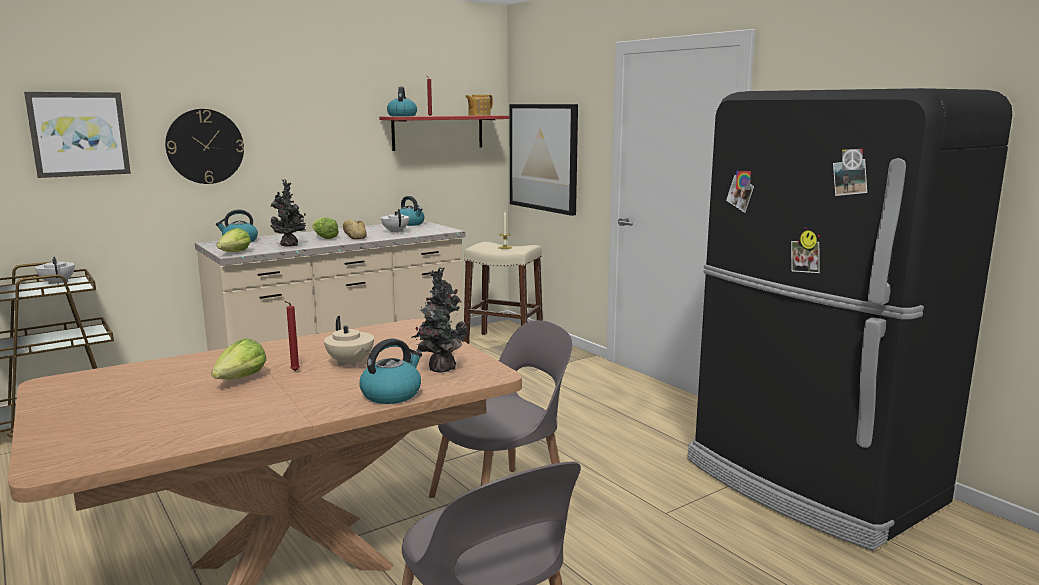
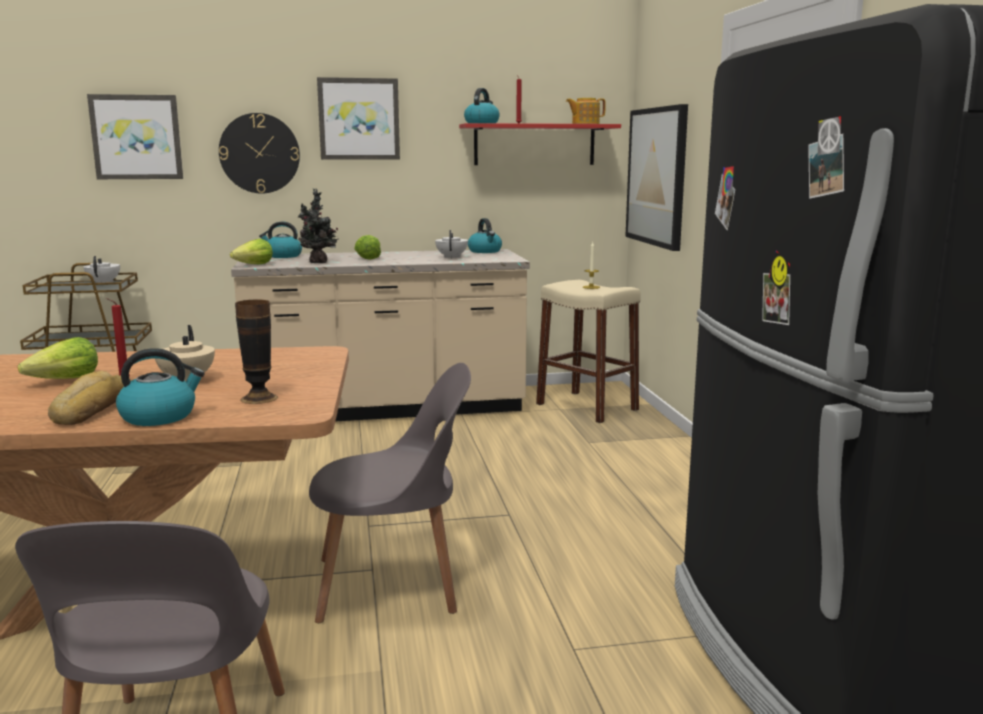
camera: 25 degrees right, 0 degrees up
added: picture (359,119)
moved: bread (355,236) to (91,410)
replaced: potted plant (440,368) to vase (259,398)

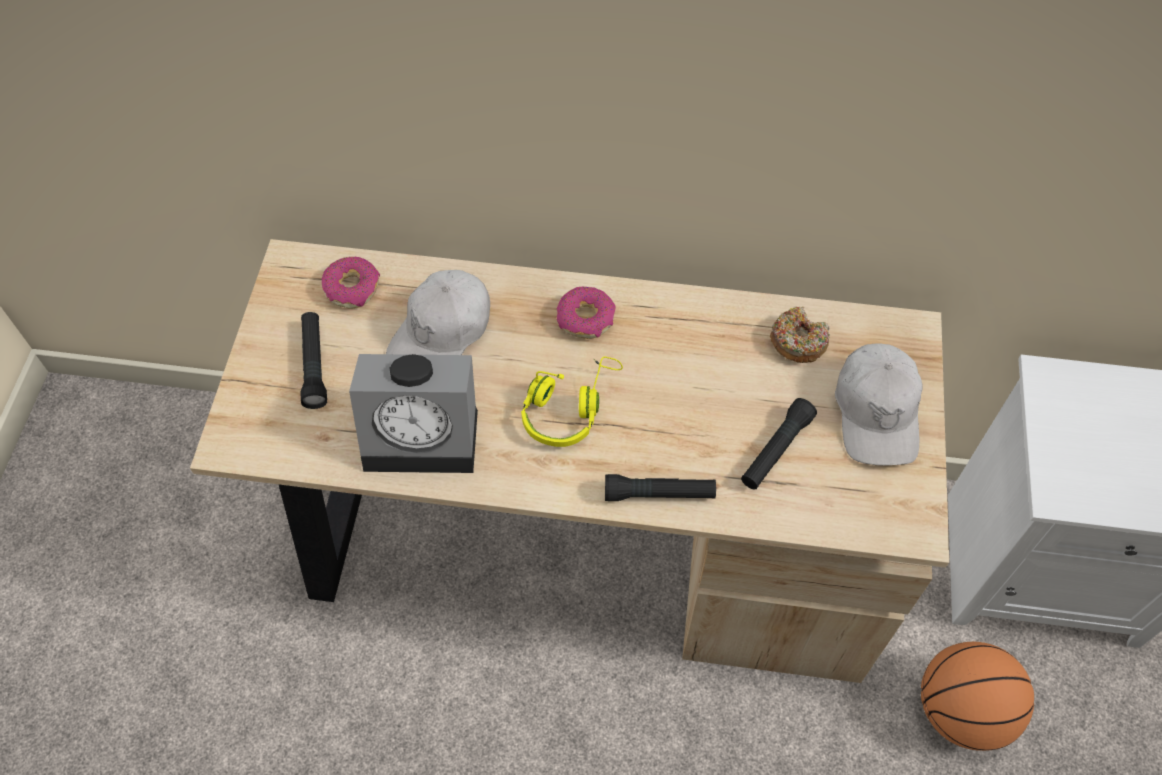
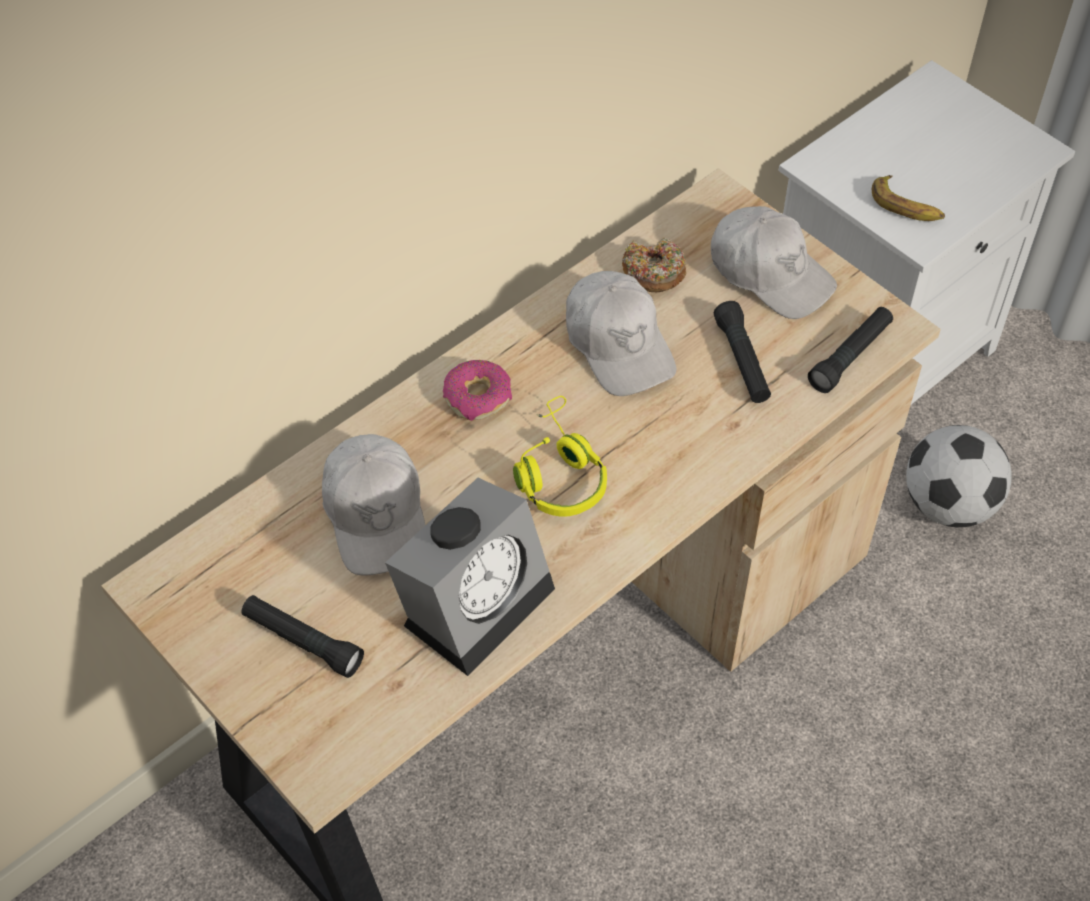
camera: 50 degrees left, 5 degrees down
removed: donut (352,288)
added: banana (906,206); cap (white) (618,344)
moved: flashlight (black) (659,494) to (850,356)
replaced: basketball (961,710) to football (948,505)

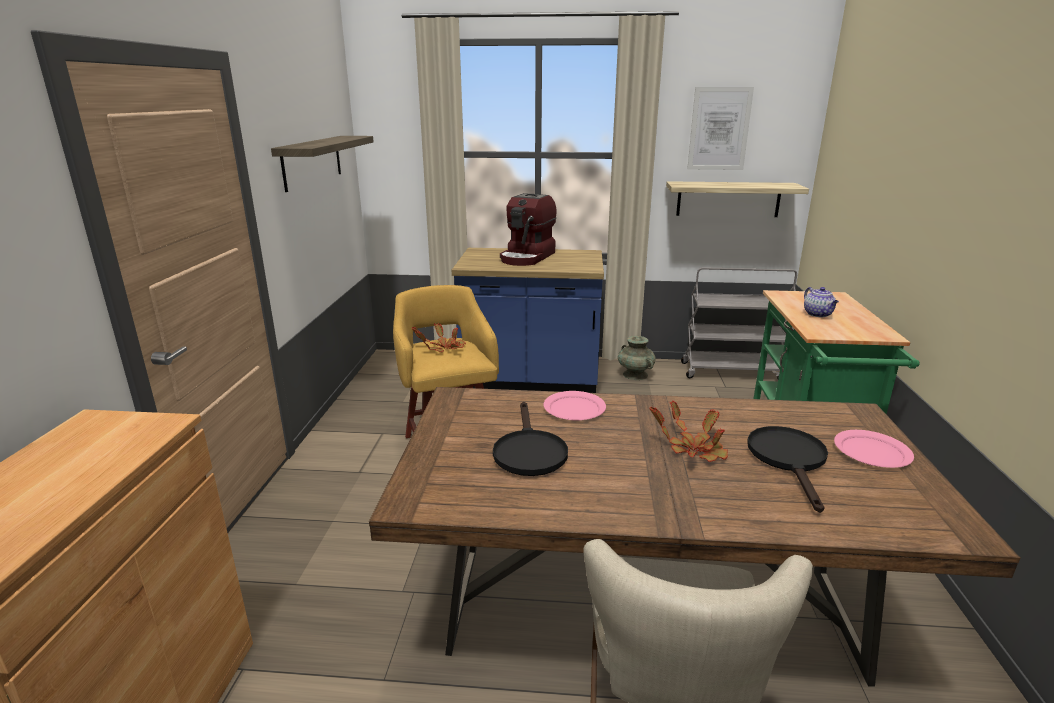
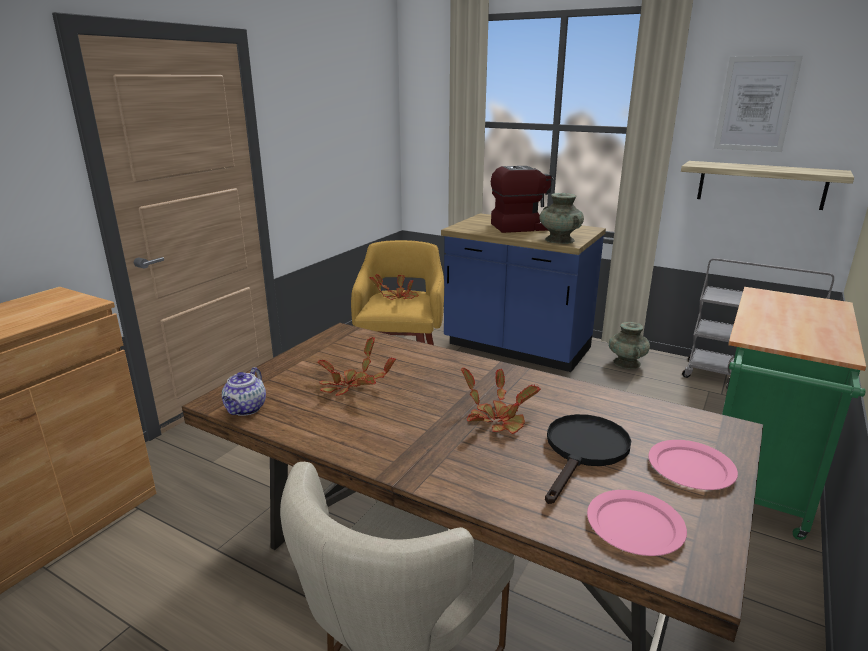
camera: 25 degrees right, 0 degrees up
removed: shelf (312,161)
added: vase (turquoise) (559,240)
moved: teapot (818,314) to (246,409); plate (pink) (574,409) to (635,526)
replaced: frying pan (black) (528,451) to potted plant (351,386)
turned: coffee machine (528,257) = (523,227) 150 degrees counterclockwise

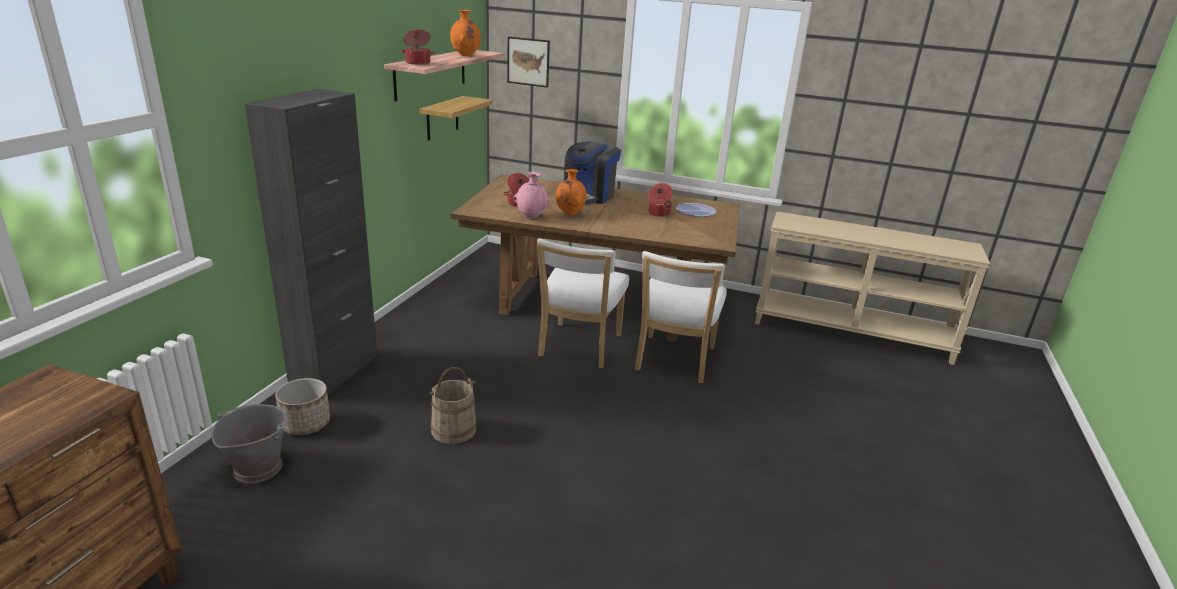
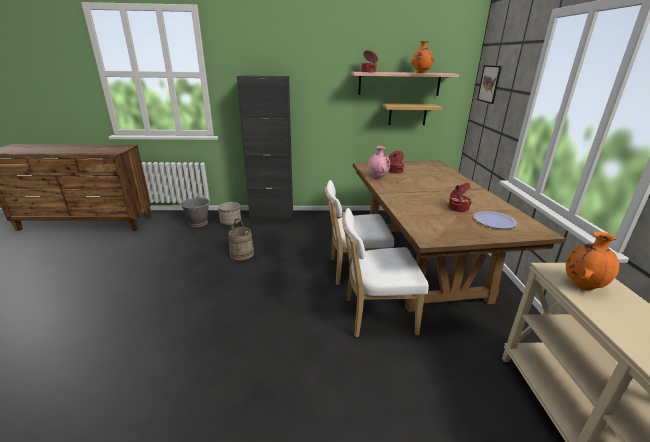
camera: 70 degrees right, 0 degrees up
removed: coffee machine (588,196)
moved: vase (orange) (570,213) to (582,286)

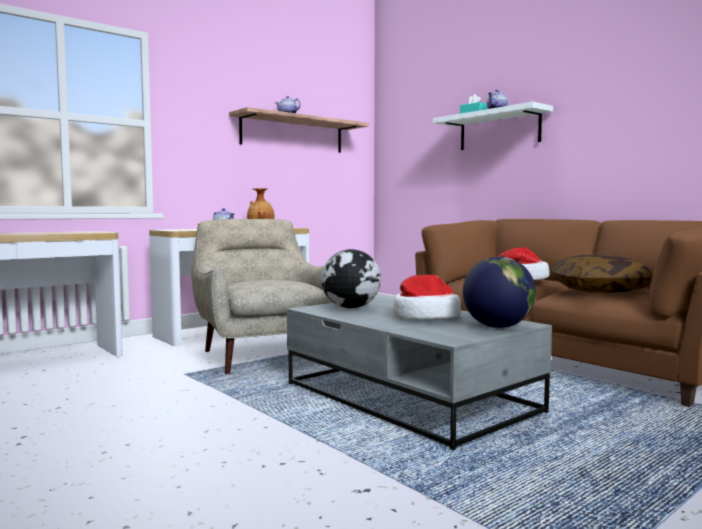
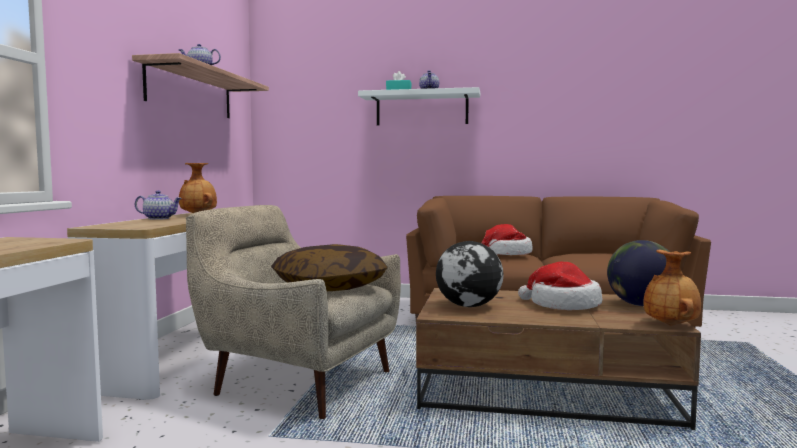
camera: 40 degrees left, 0 degrees up
added: vase (brown) (671,325)
moved: pillow (599,290) to (329,286)
recoloured: coffee table (grey) (410,398) to coffee table (brown) (545,389)

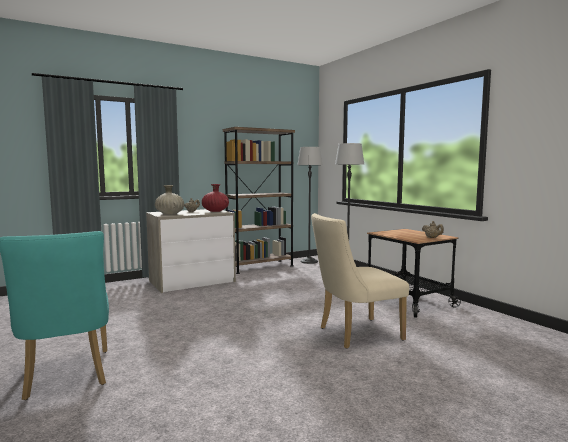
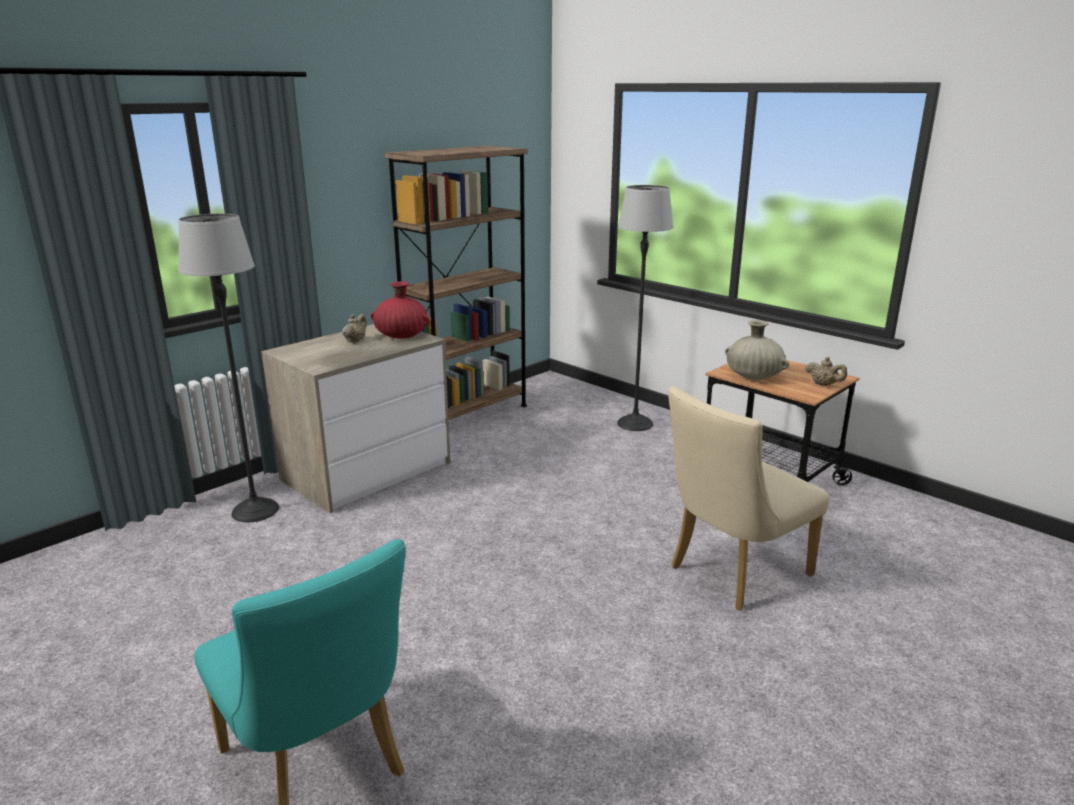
camera: 15 degrees left, 15 degrees up
moved: floor lamp (309,261) to (255,510); vase (beige) (170,214) to (753,377)

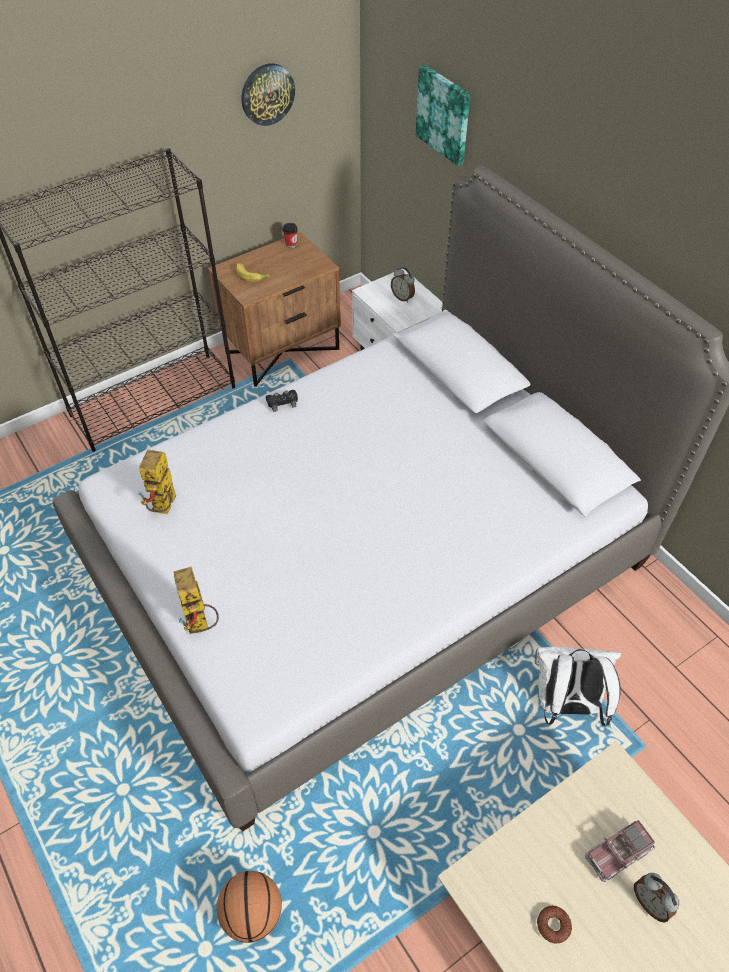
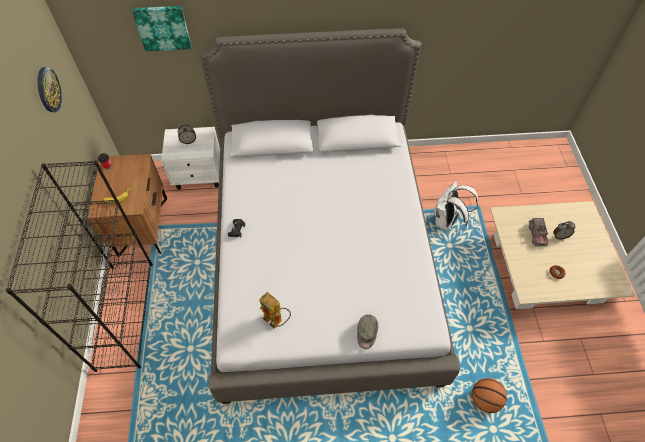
camera: 60 degrees left, 5 degrees up
replaced: toy robot (201,625) to cap (grey) (366,334)

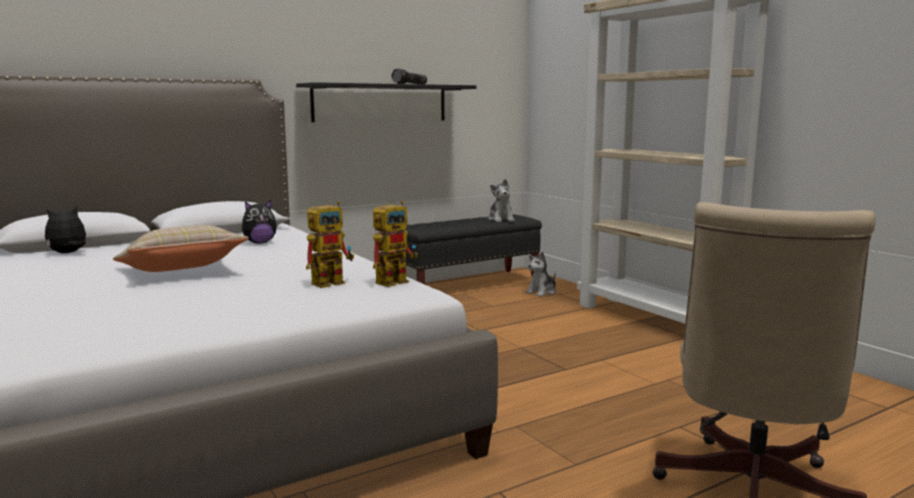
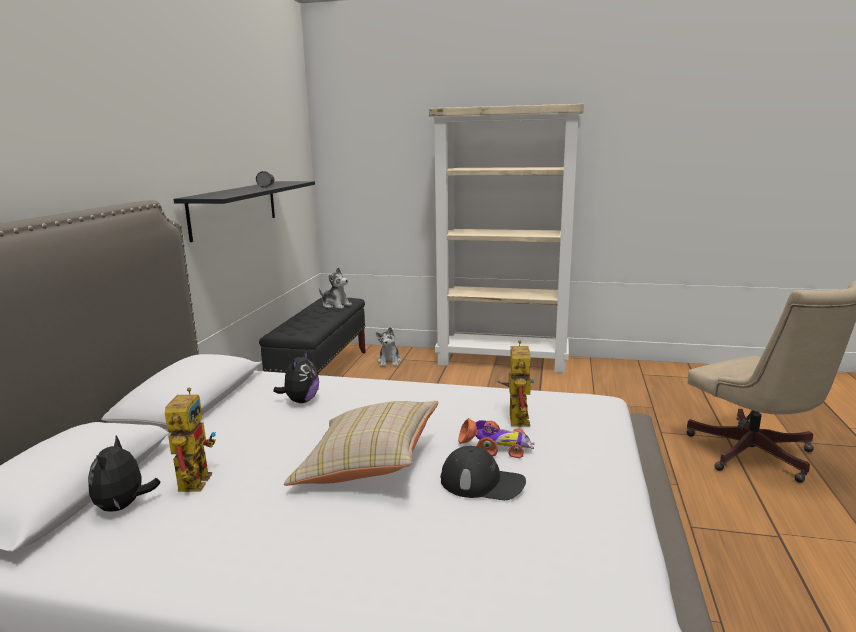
camera: 45 degrees left, 5 degrees up
added: toy car (495,447); cap (black) (482,482)
moved: toy robot (395,280) to (194,477)

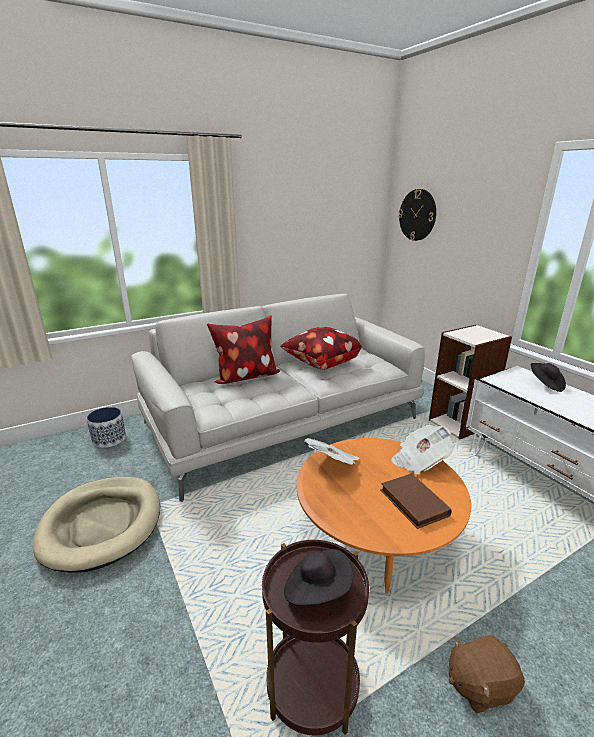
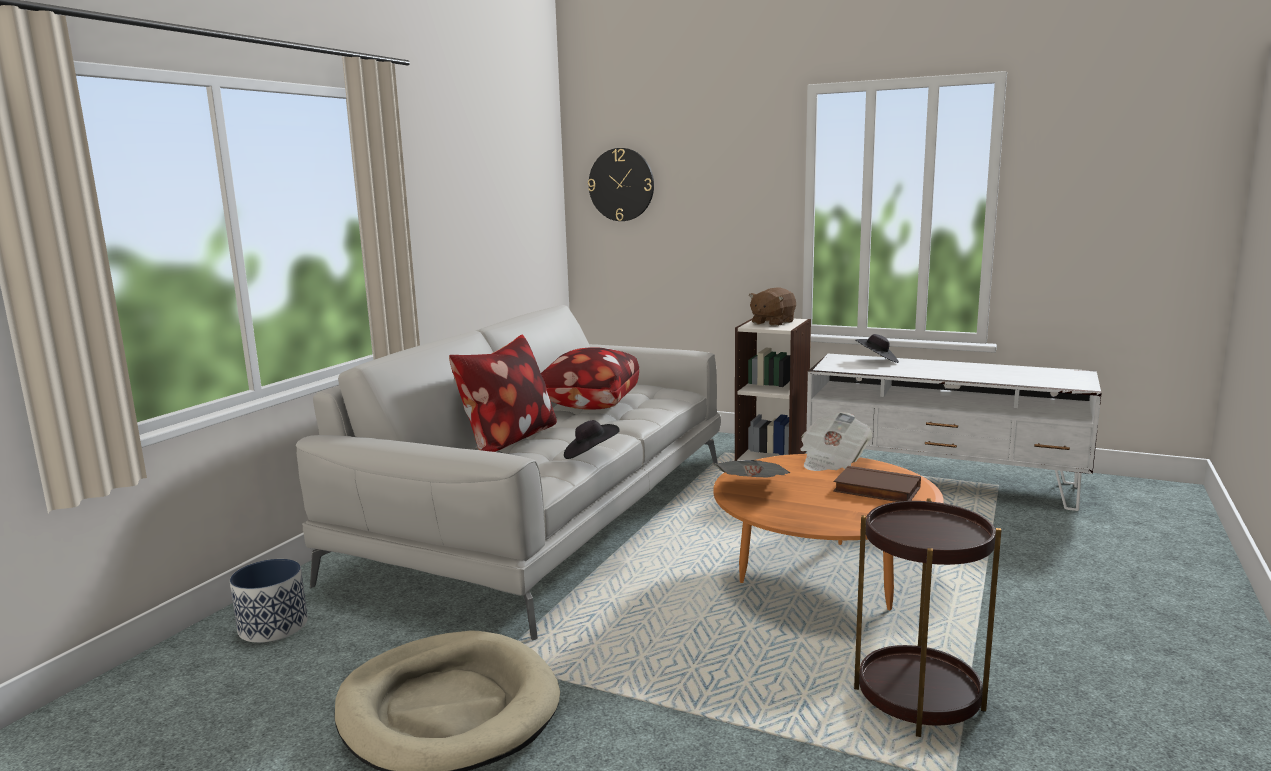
camera: 35 degrees left, 10 degrees down
moved: hat (black) (317,589) to (590,455); plush toy (brown) (479,684) to (772,323)

